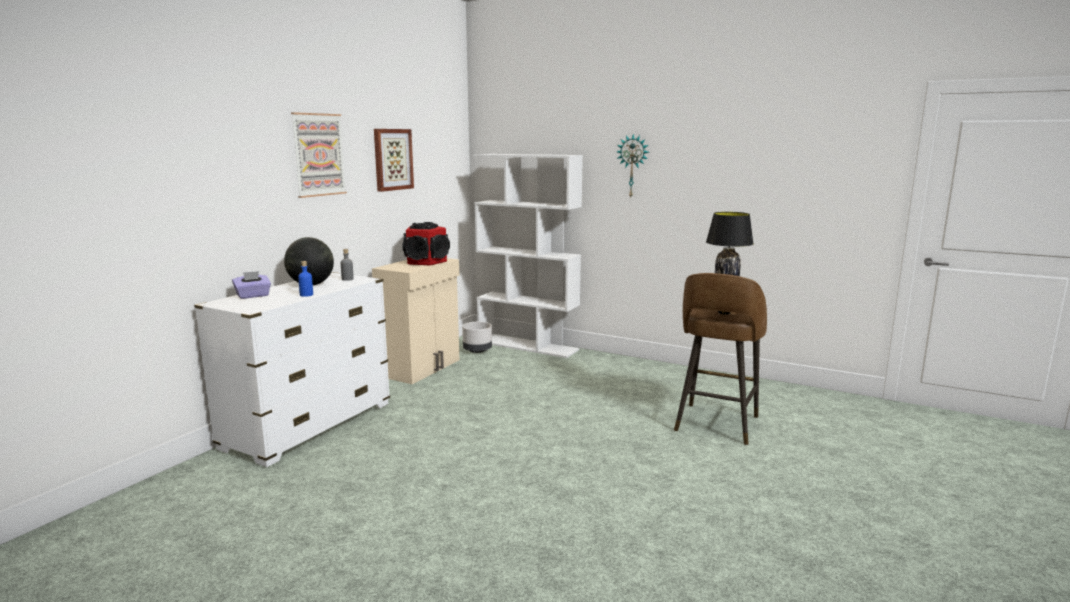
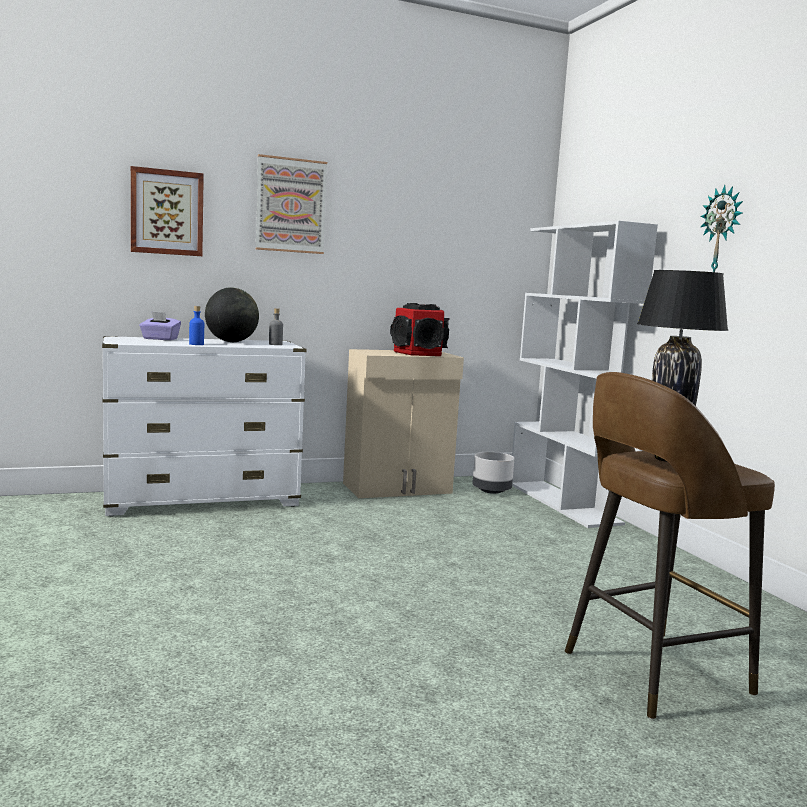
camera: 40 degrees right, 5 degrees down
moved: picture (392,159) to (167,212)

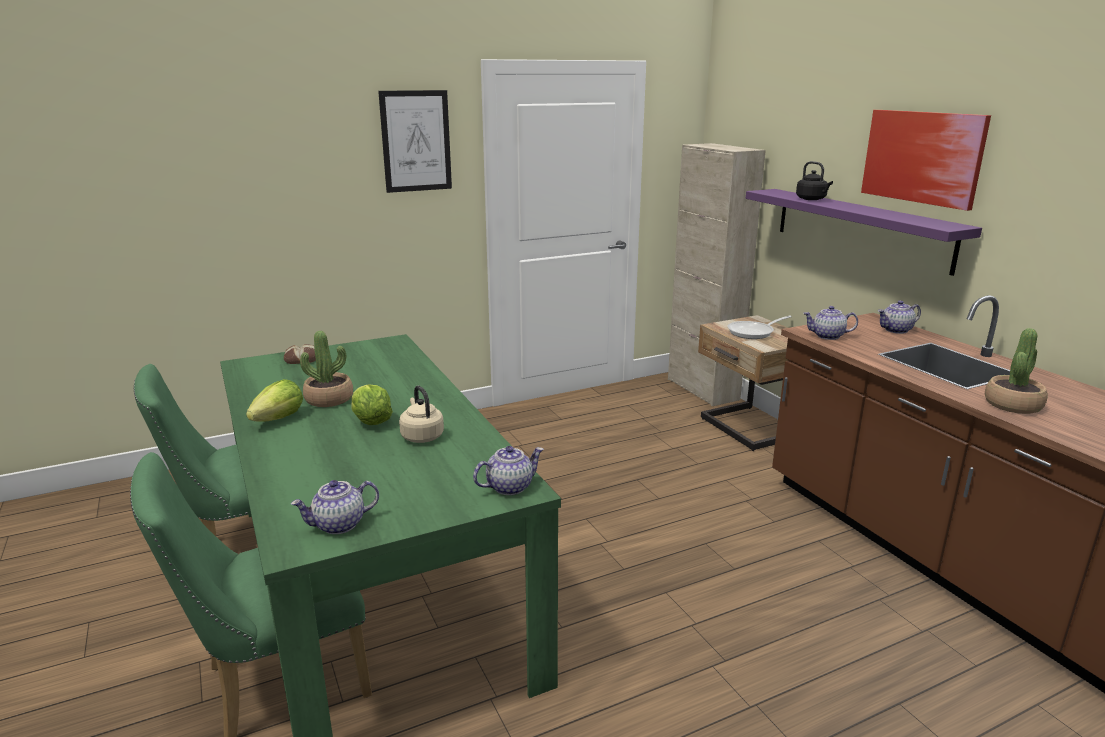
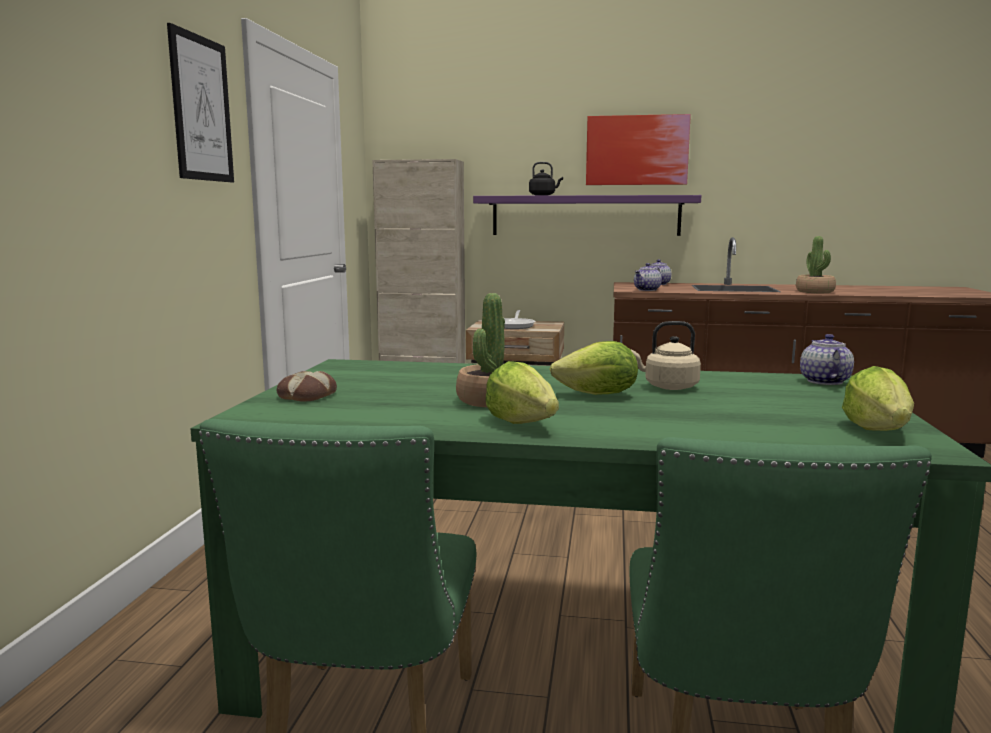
camera: 55 degrees left, 10 degrees down
replaced: teapot (339,525) to lettuce (878,431)

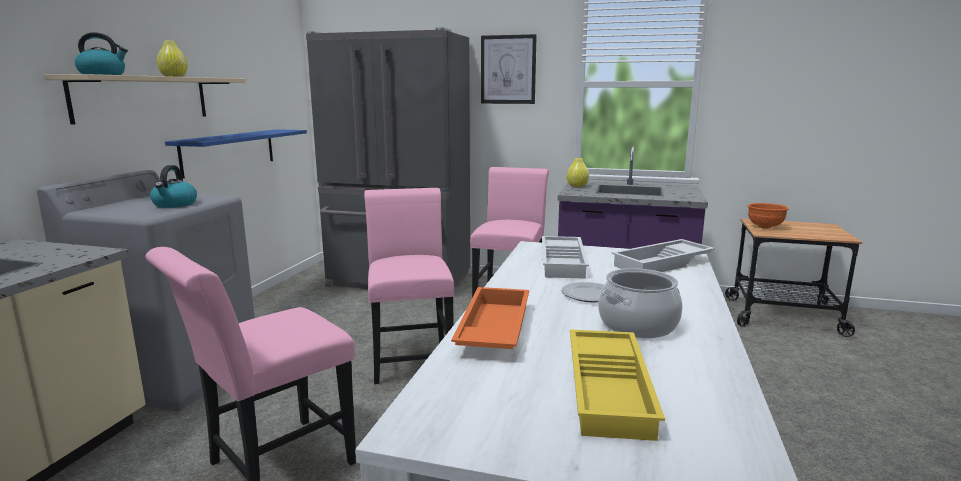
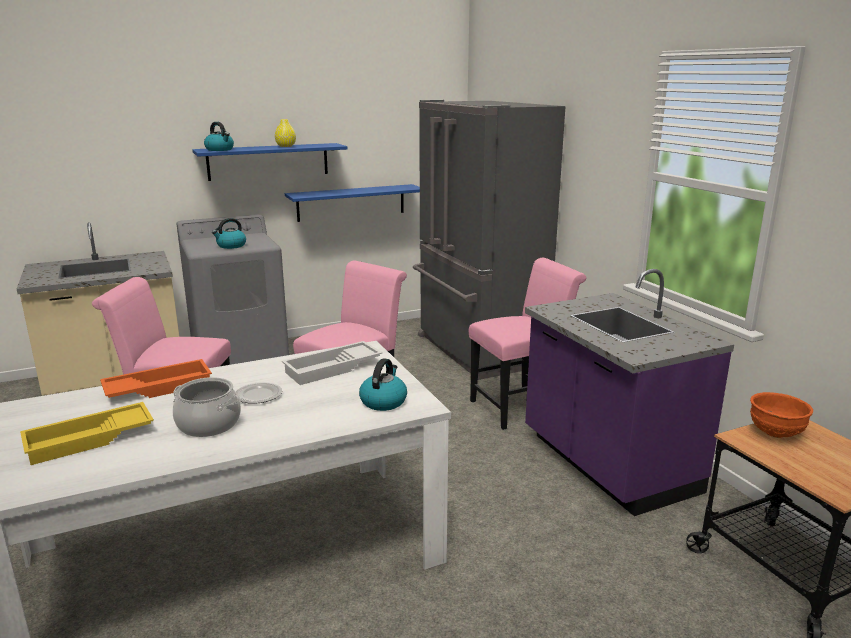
camera: 50 degrees right, 5 degrees up
removed: picture (508,69); vase (yellow) (577,186)
replaced: tray (white) (663,264) to kettle (383,401)
recoloured: shelf (beige) (143,98) to shelf (blue) (268,161)

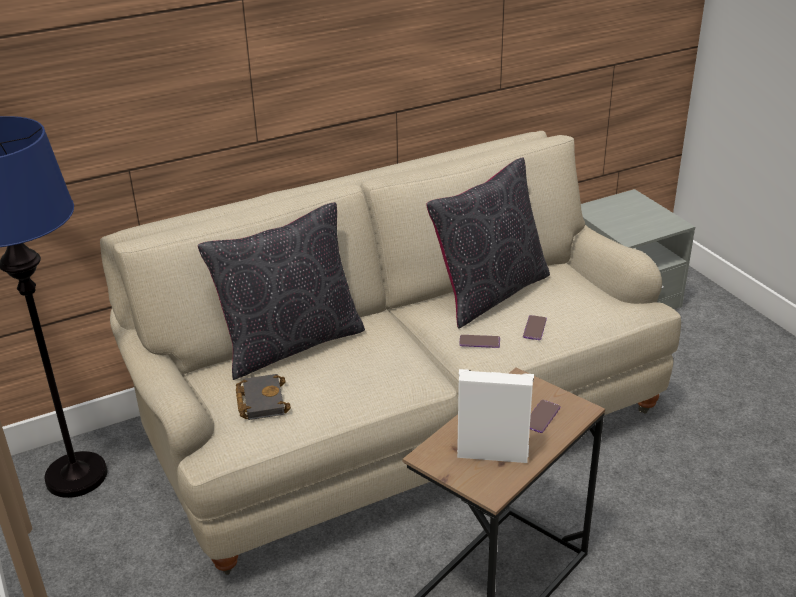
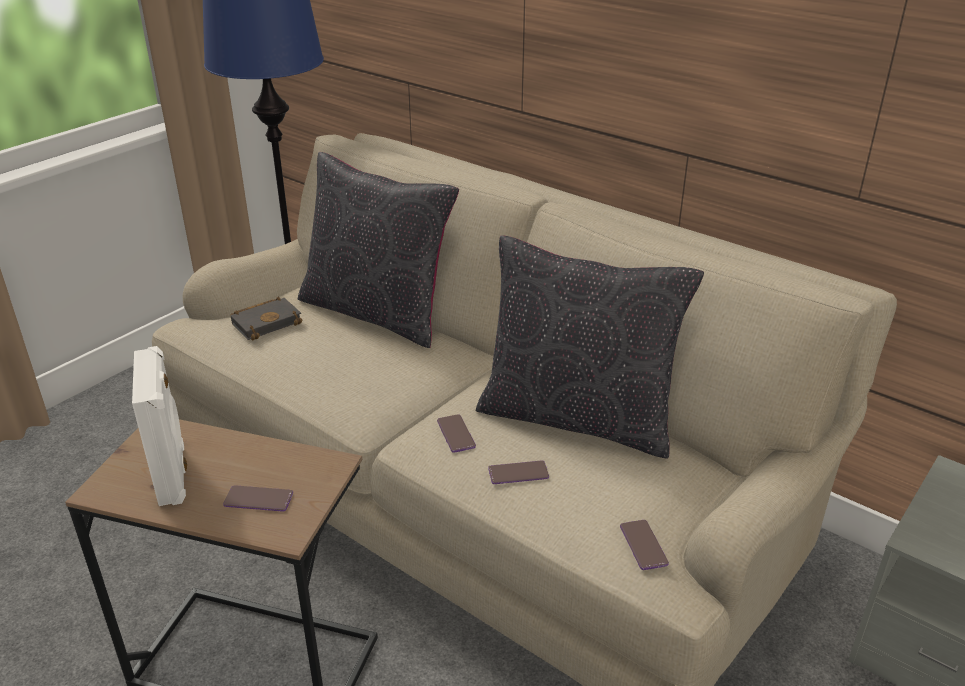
camera: 65 degrees right, 0 degrees up
added: phone (643,545)

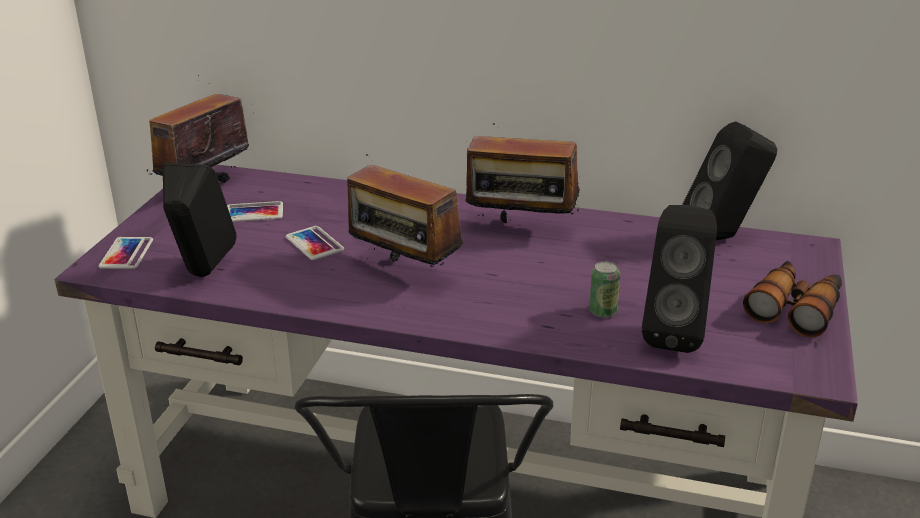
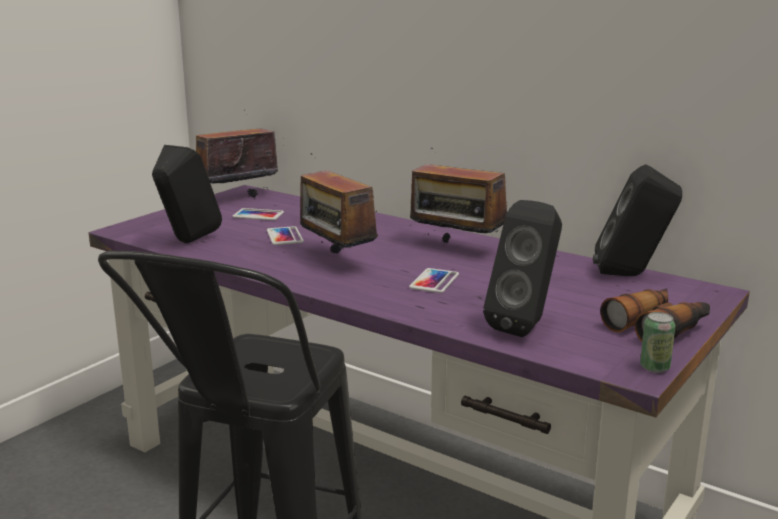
camera: 20 degrees right, 10 degrees down
moved: phone (126,253) to (434,281); can (602,312) to (654,367)

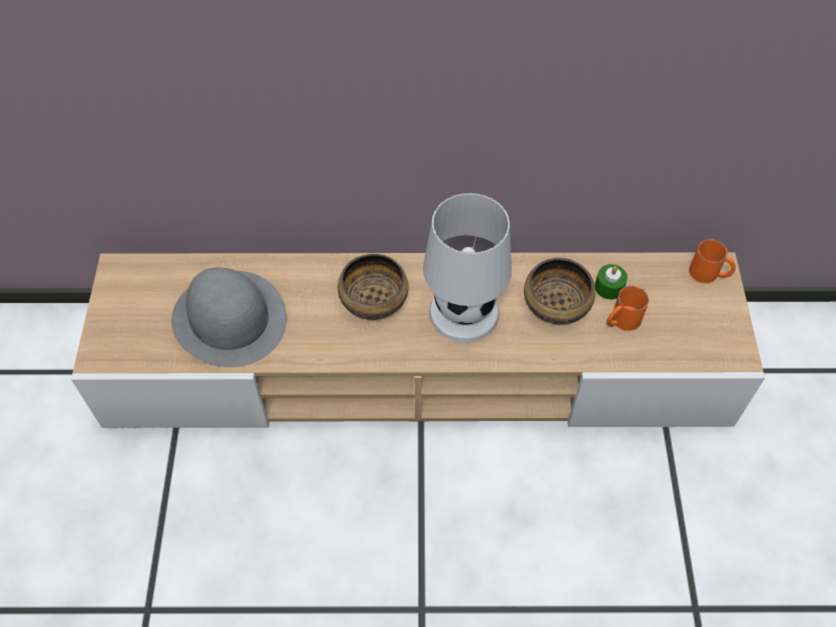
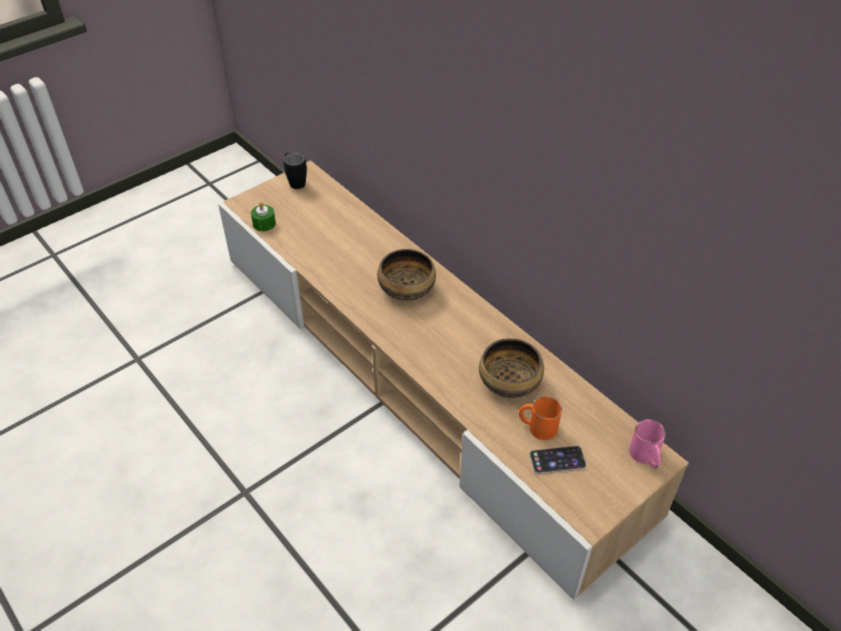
camera: 50 degrees right, 10 degrees down
removed: table lamp (white) (464,313); hat (grey) (230,318)
added: mug (black) (295,181); phone (557,460)
moved: candle (green) (609,287) to (264,223)
recoloured: mug (orange) (709,273) to mug (pink) (646,457)

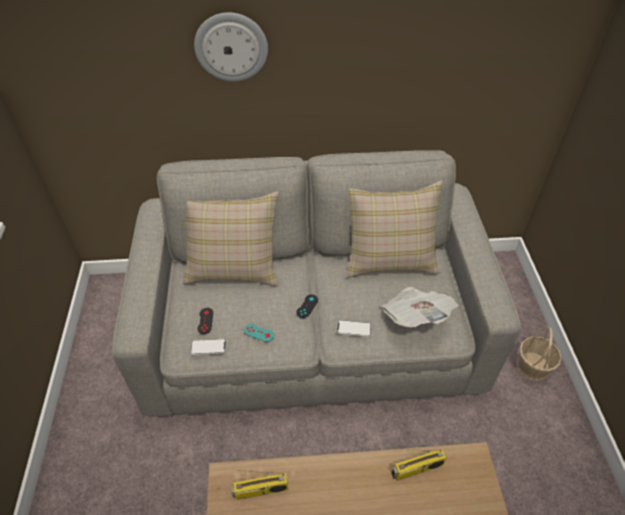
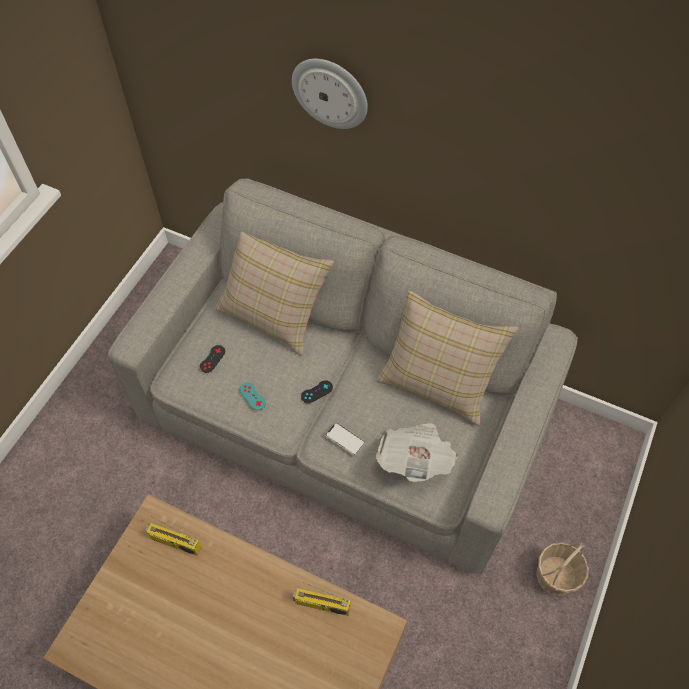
camera: 30 degrees right, 10 degrees up
removed: phone (208,347)

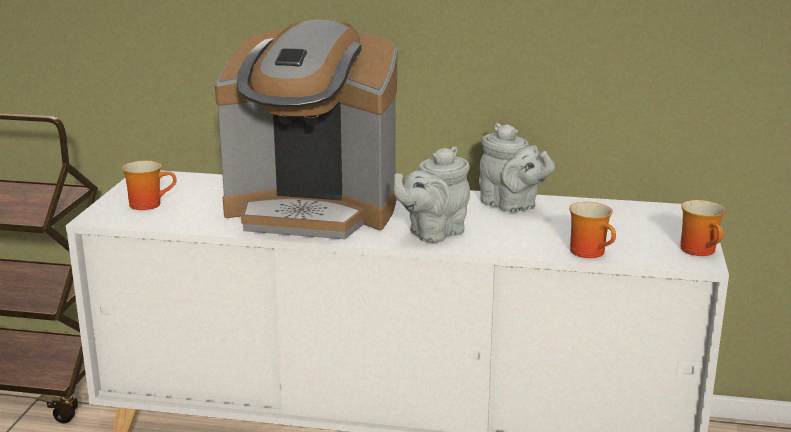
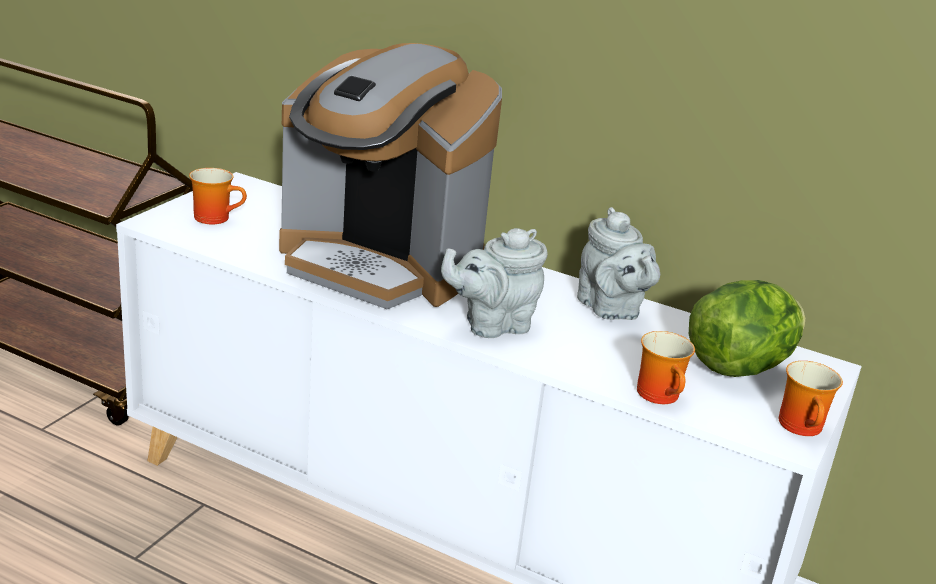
camera: 15 degrees right, 5 degrees up
added: lettuce (739,366)

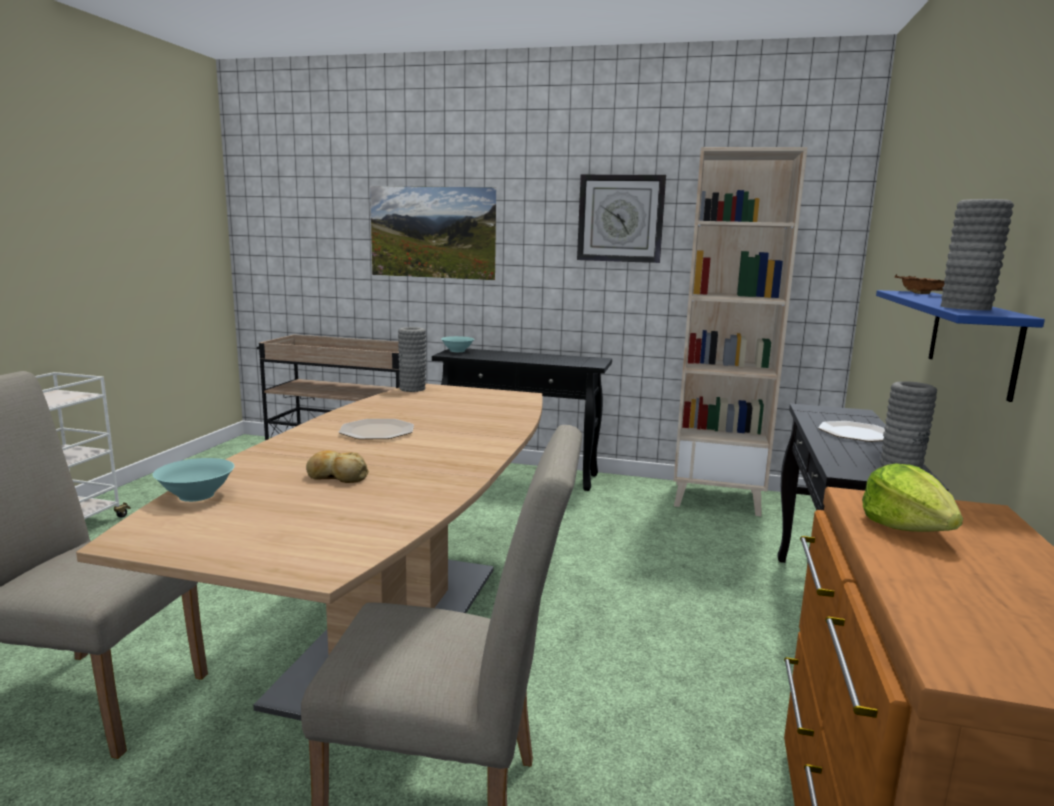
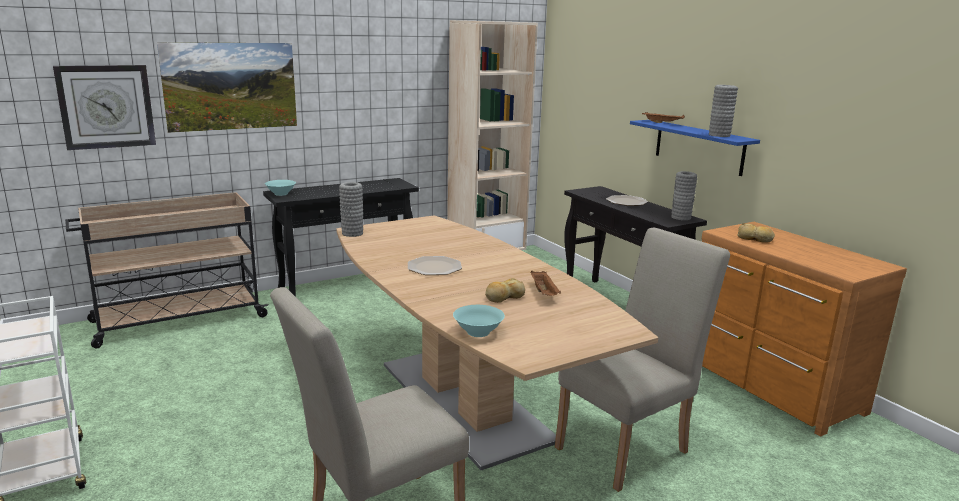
camera: 45 degrees left, 5 degrees up
added: tray (brown) (544,293)
moved: wall clock (620,218) to (106,106)
replaced: lettuce (906,527) to bread (755,239)

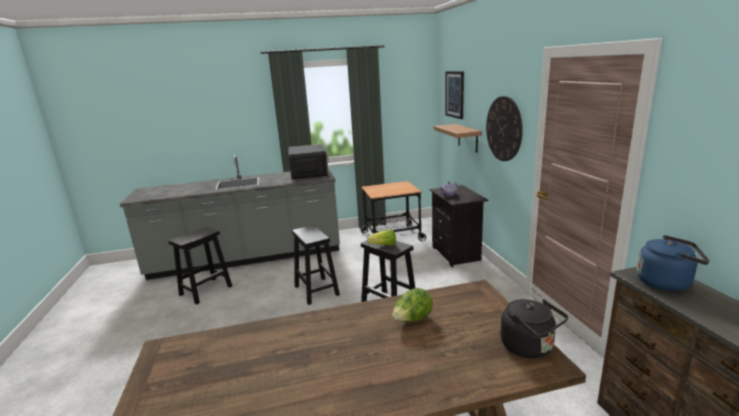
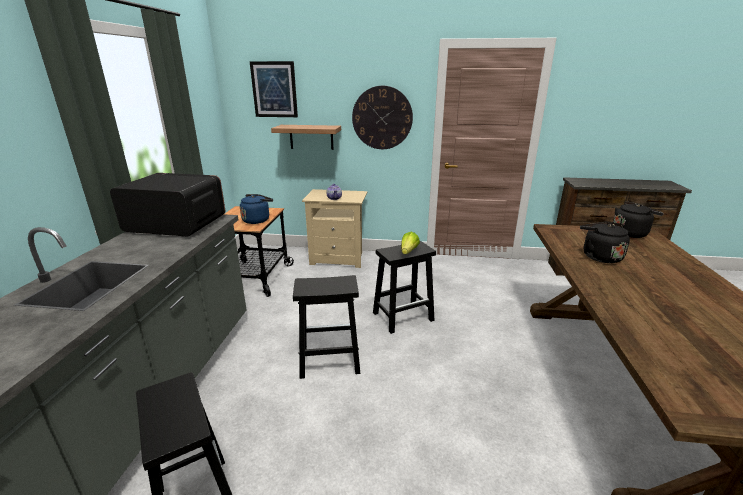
camera: 70 degrees left, 5 degrees up
moved: kettle (blue) (666,282) to (257,220)
replaced: lettuce (412,320) to kettle (black) (599,256)
recoloured: nightstand (black) (457,254) to nightstand (beige) (338,258)

